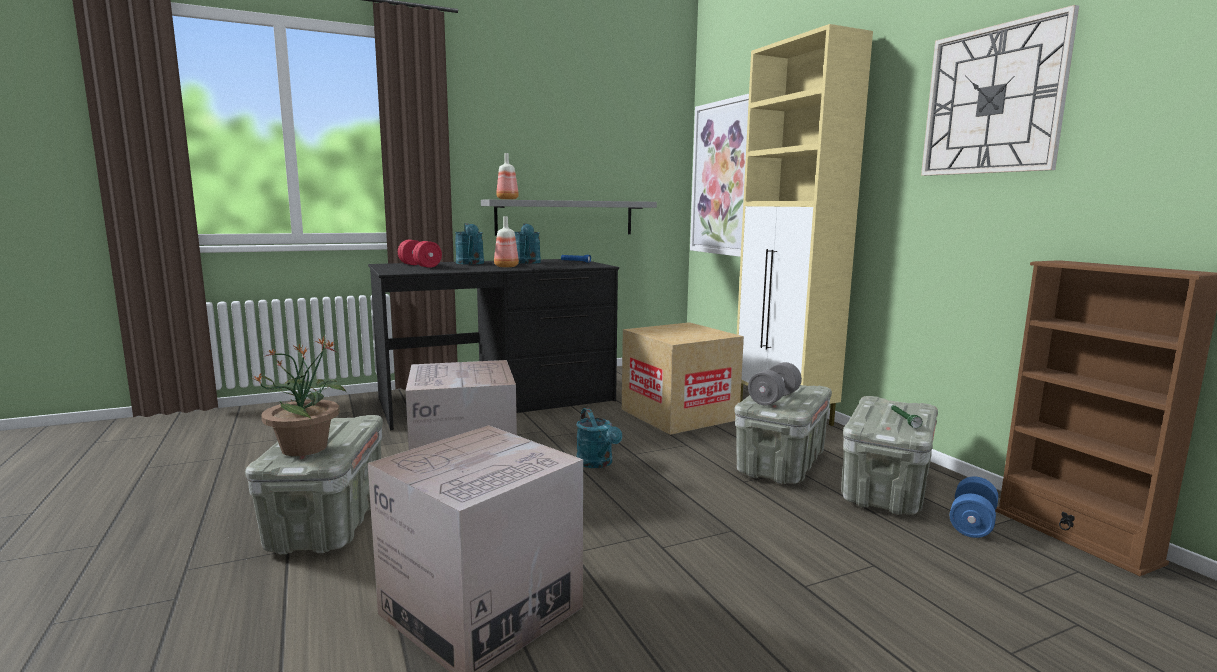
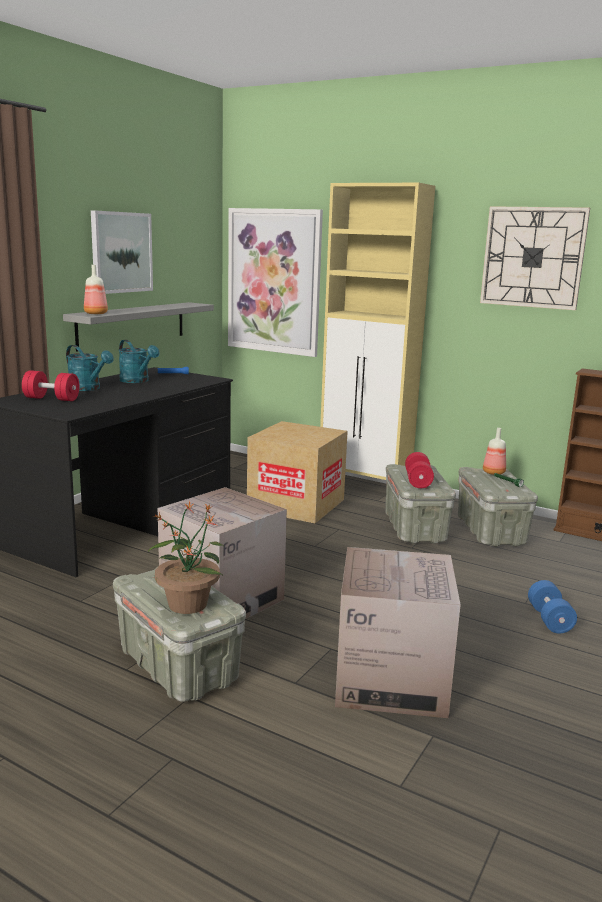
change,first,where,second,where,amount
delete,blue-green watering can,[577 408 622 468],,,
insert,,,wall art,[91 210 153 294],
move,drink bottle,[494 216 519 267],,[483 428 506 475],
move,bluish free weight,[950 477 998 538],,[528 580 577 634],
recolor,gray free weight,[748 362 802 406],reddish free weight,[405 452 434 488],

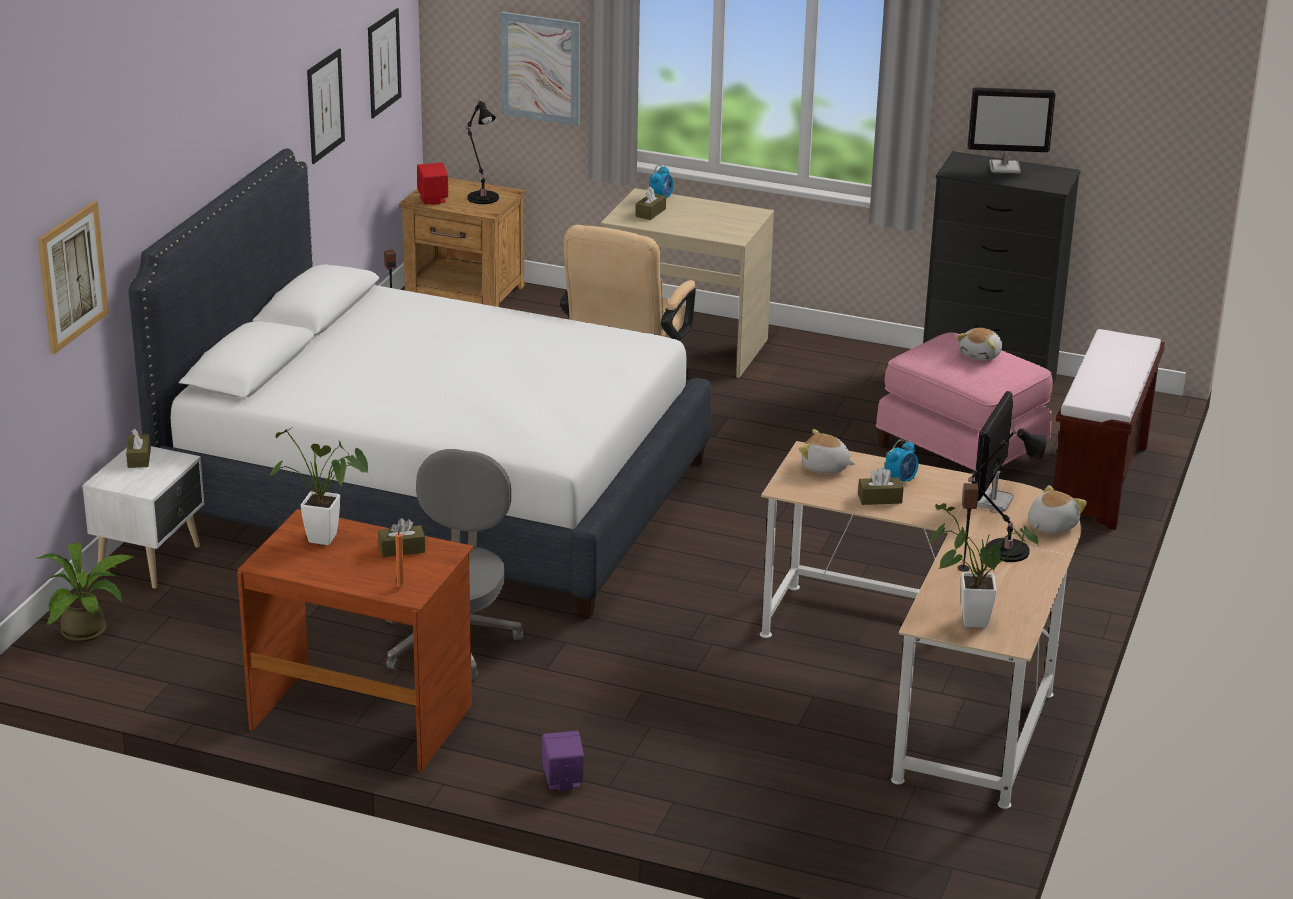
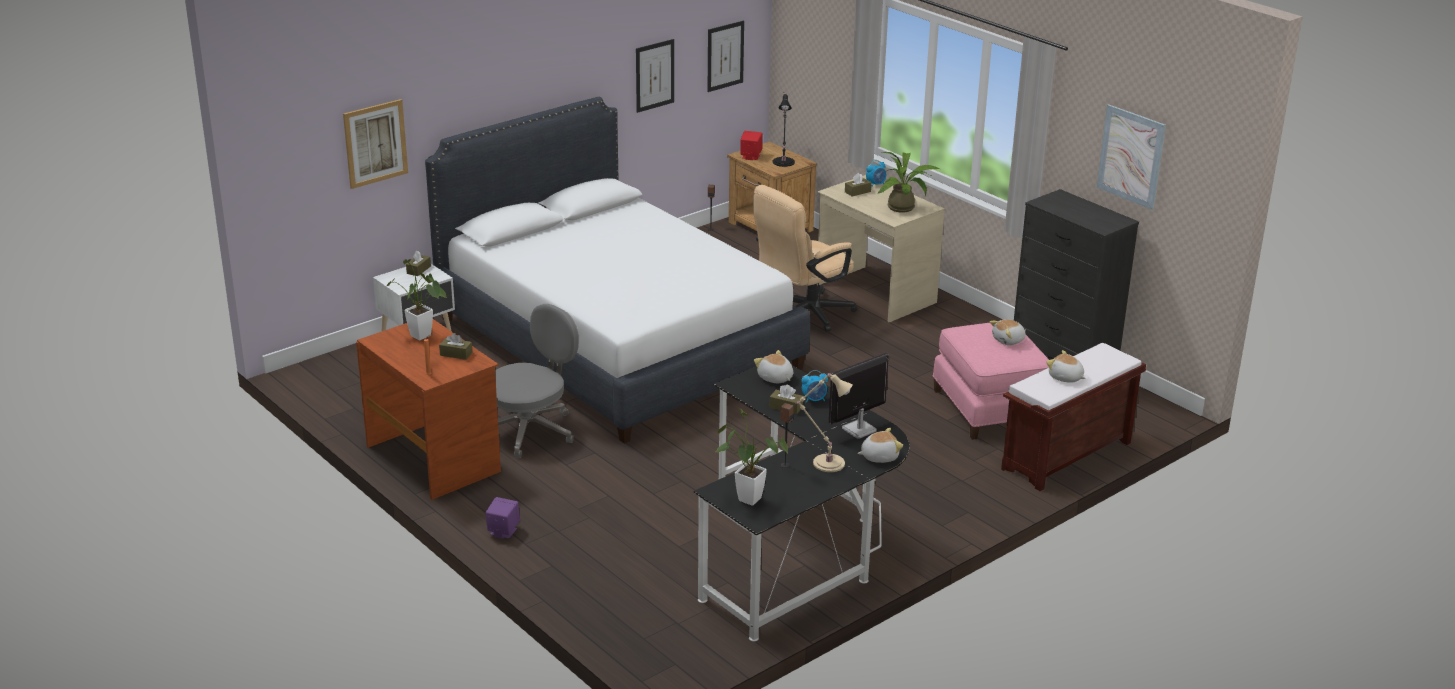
change,first,where,second,where,amount
delete,monitor,[967 87 1056 174],,,
insert,,,soft toy,[1046 350 1086 383],
move,houseplant,[37 543 134 642],,[877 152 940 213],
move,wall art,[500 12 580 126],,[1097 104 1166 210],
recolor,beige-coloured desk,[760 441 1081 809],black desk,[694 366 909 641],
recolor,black lamp for a table,[968 428 1047 562],beige-coloured lamp for a table,[795 373 853 472],

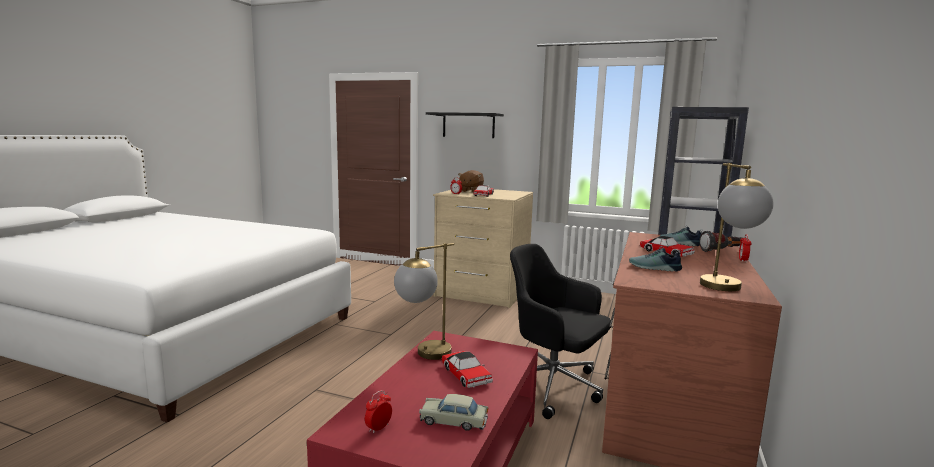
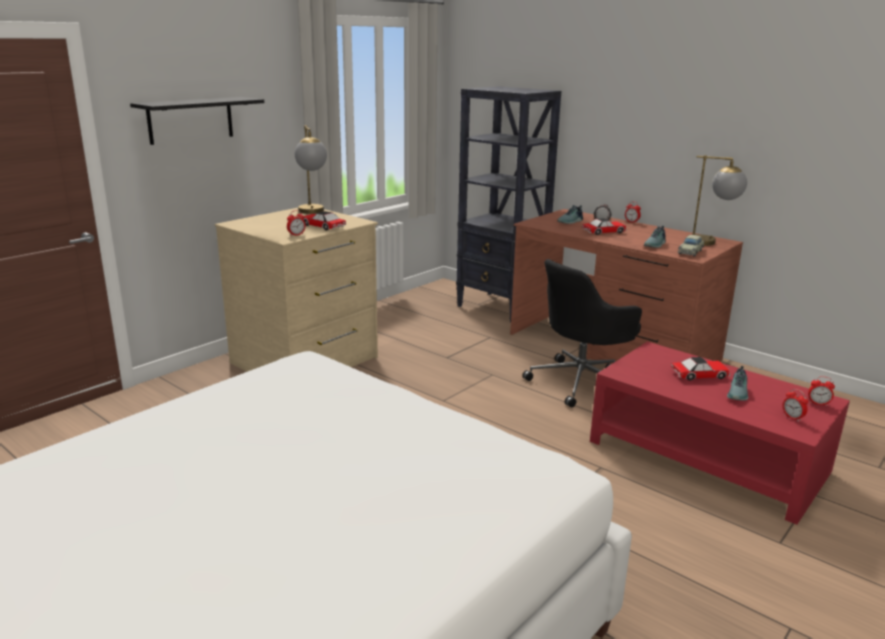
change,first,where,second,where,amount
delete,brown-coloured soft toy,[458 170 484 192],,,
insert,,,shoe,[727 366 748 401],
insert,,,alarm clock,[808 376 835 406],
move,lamp for a table,[394 243 454 360],,[295 125 327 214],
move,beige-coloured miniature car,[419 394 489 431],,[677 235 704 257],

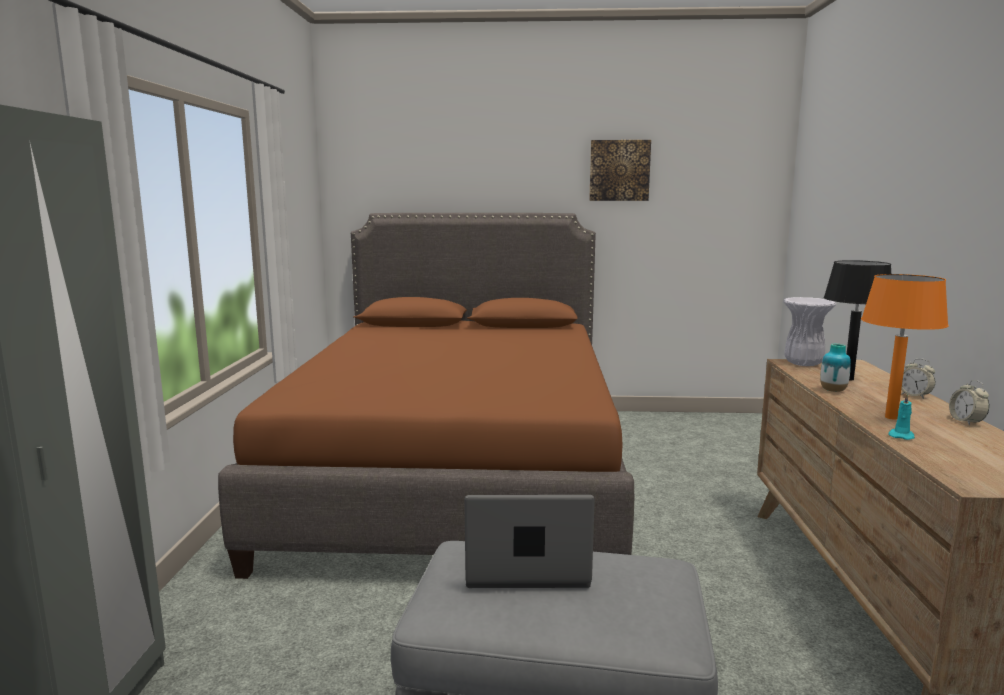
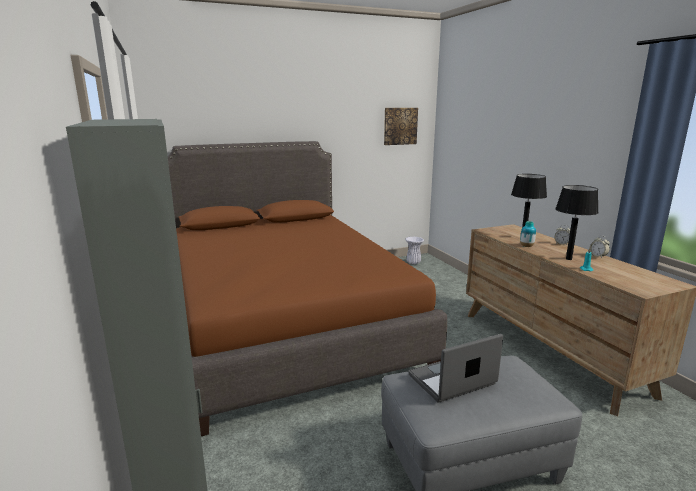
change,first,where,second,where,amount
move,wall art,[589 140 651 201],,[384 108 418 145],
move,whitish vase,[783 297 837 366],,[405 237 424 264],
recolor,orange lamp for a table,[861 274 949 420],black lamp for a table,[555 185 599 260],

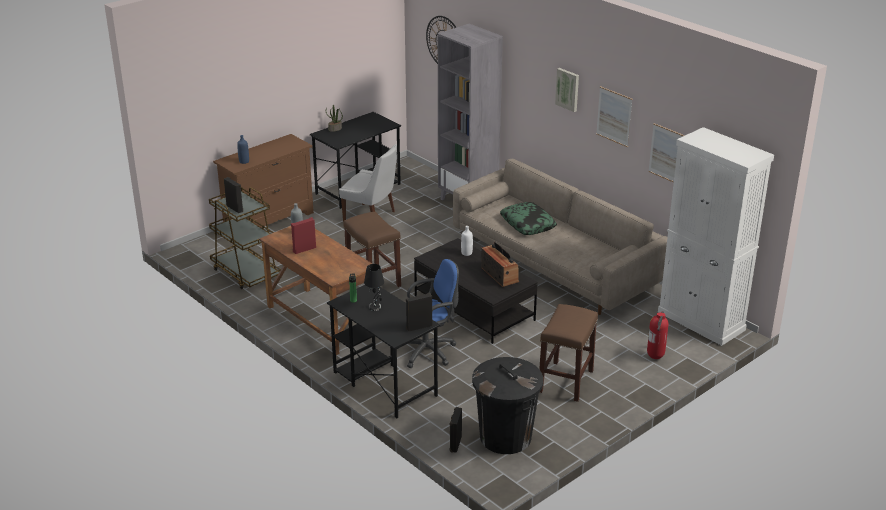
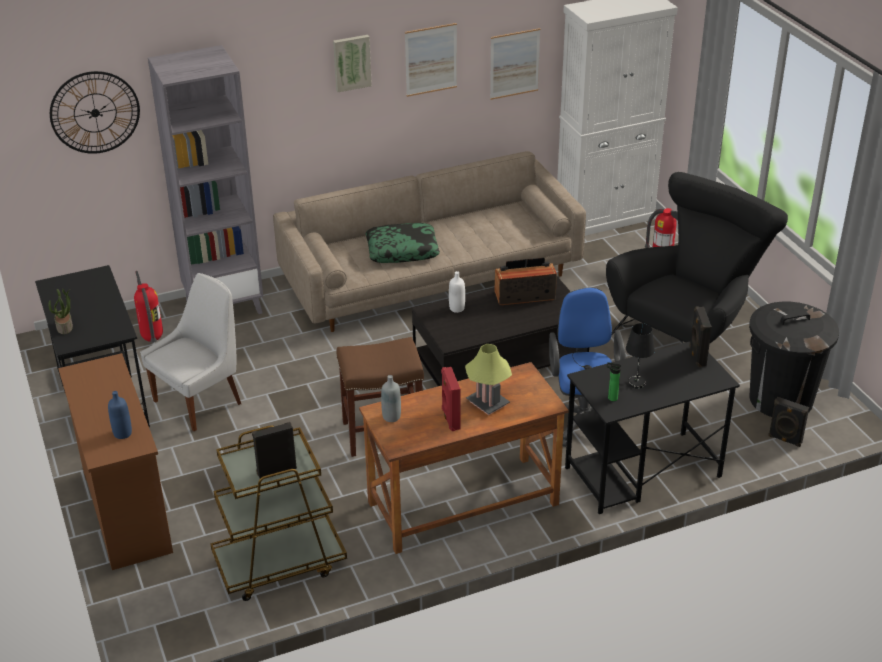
change,first,where,second,where,amount
insert,,,extinguisher,[134 271 163 343],
insert,,,lamp for a table,[465 344 512 415],
replace,brown-coloured sitting stool,[539 304 598 402],black lounge chair,[606 172 788 343],

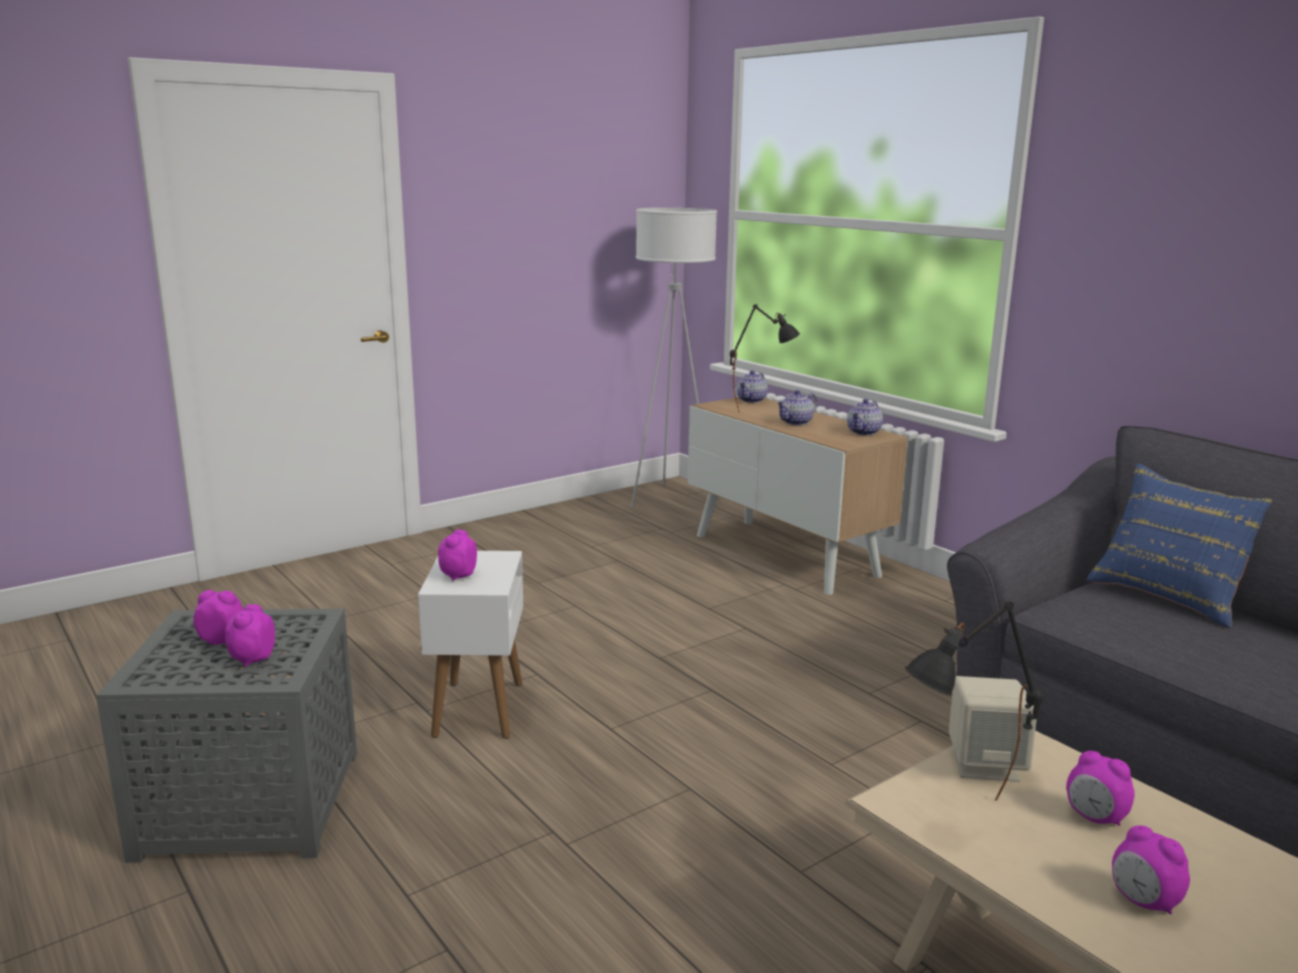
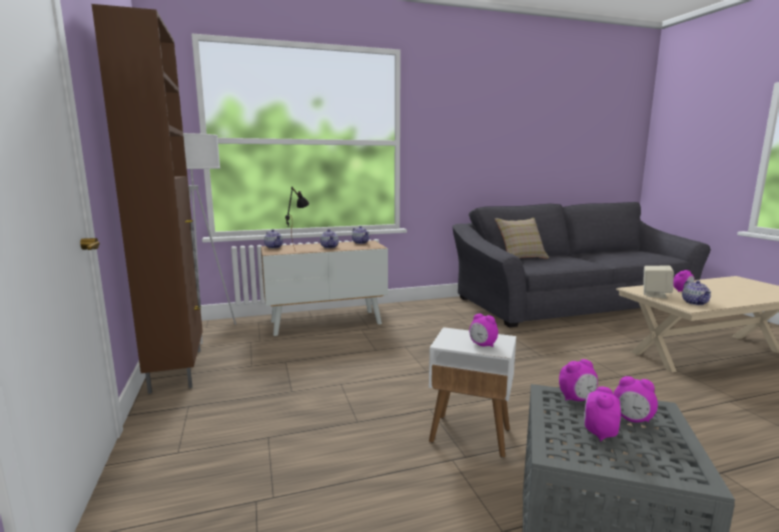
change,first,where,second,where,amount
insert,,,brown-coloured cabinet,[92 4 203 394],
move,alarm clock,[1112 825 1190 914],,[559 359 598 401],
replace,black lamp for a table,[905 601 1043 801],tea pot,[682 280 711 305],
recolor,bluish pillow,[1086 464 1272 629],beige-coloured pillow,[495 218 549 258],

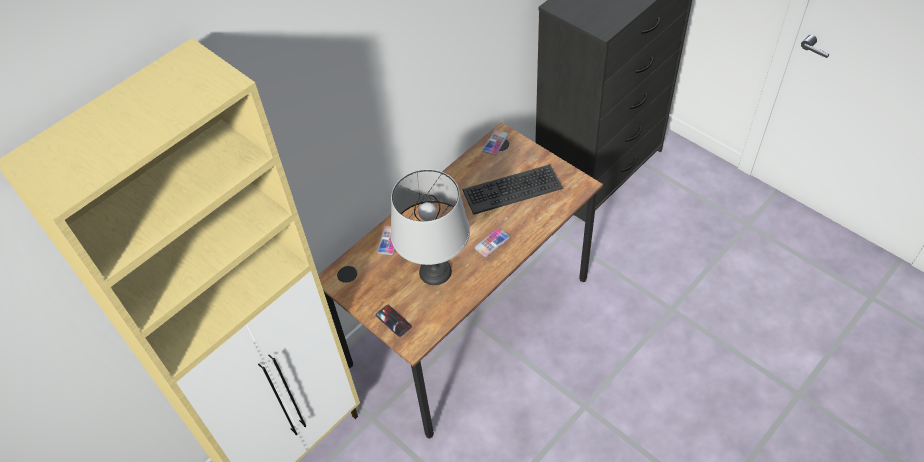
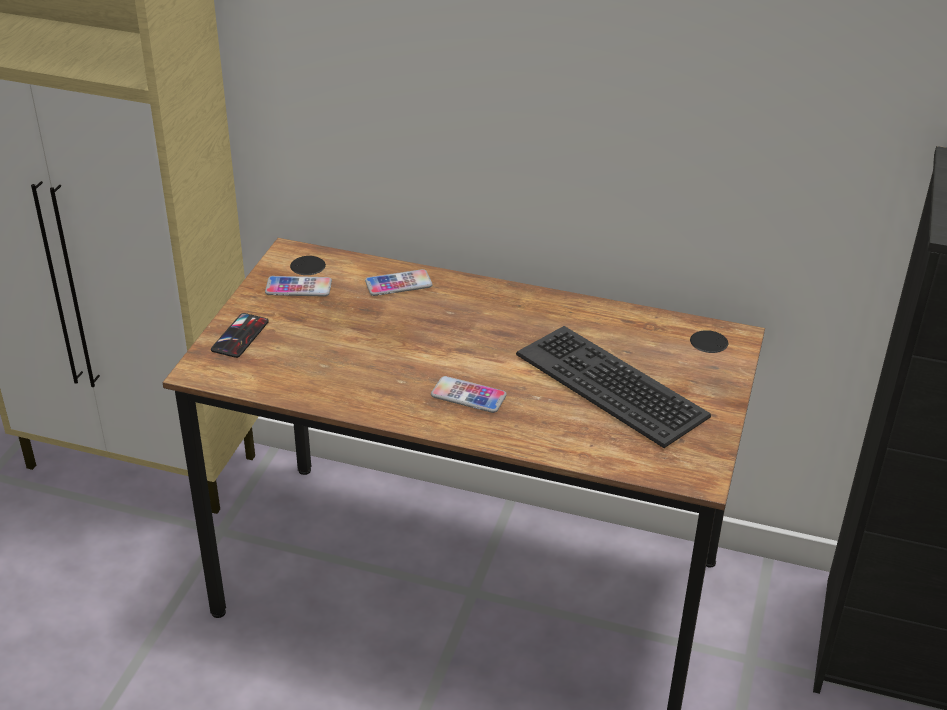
change,first,where,second,where,amount
delete,gray lamp for a table,[391 169 470 285],,,
move,telephone,[482 130 509 155],,[265 276 332 297],

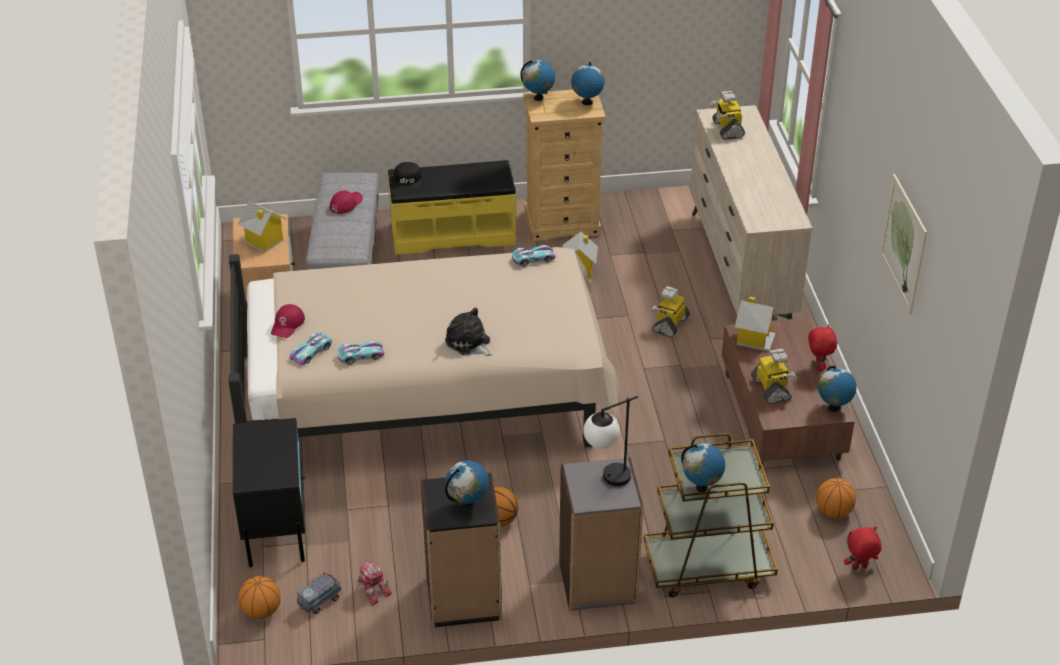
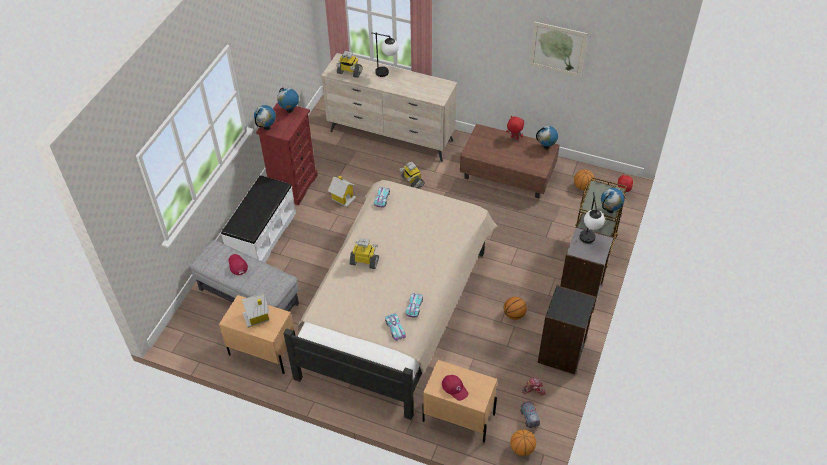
change,first,where,second,where,amount
delete,black baseball cap,[394 162 422 191],,,
delete,soft toy,[445 307 492 356],,,
delete,desk globe,[445 460 489 510],,,
delete,miniature house,[735 297 776 352],,,
insert,,,lamp for a table,[371 32 399 77],
move,reddish baseball cap,[271 304 305 338],,[441 375 469 401],
move,robot figure,[751 348 797 404],,[350 238 379 269],
recolor,black night table,[233 418 306 567],beige-coloured night table,[422 360 497 443],
recolor,yellowish bench,[387 160 516 255],whitish bench,[221 175 296 263],
recolor,beige-coloured drawer chest,[523 90 606 241],reddish drawer chest,[256 102 318 205],

